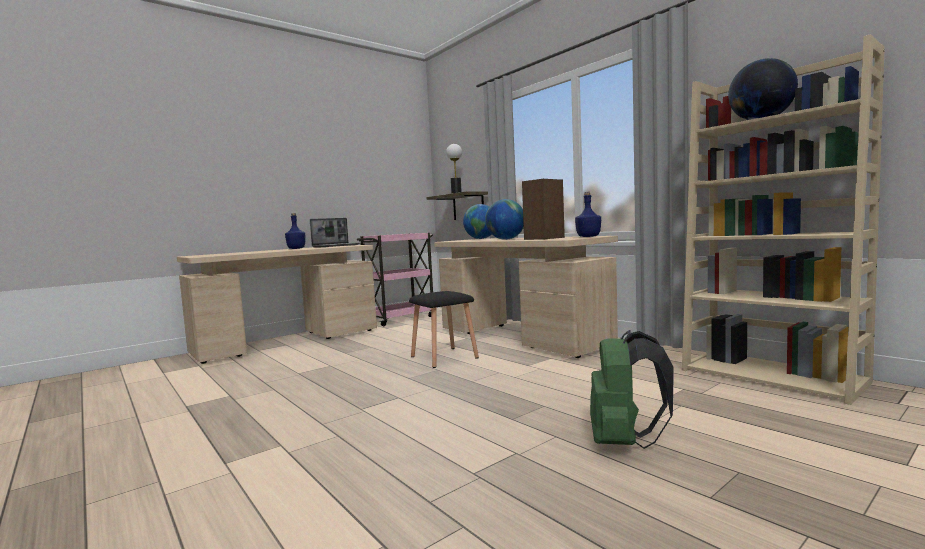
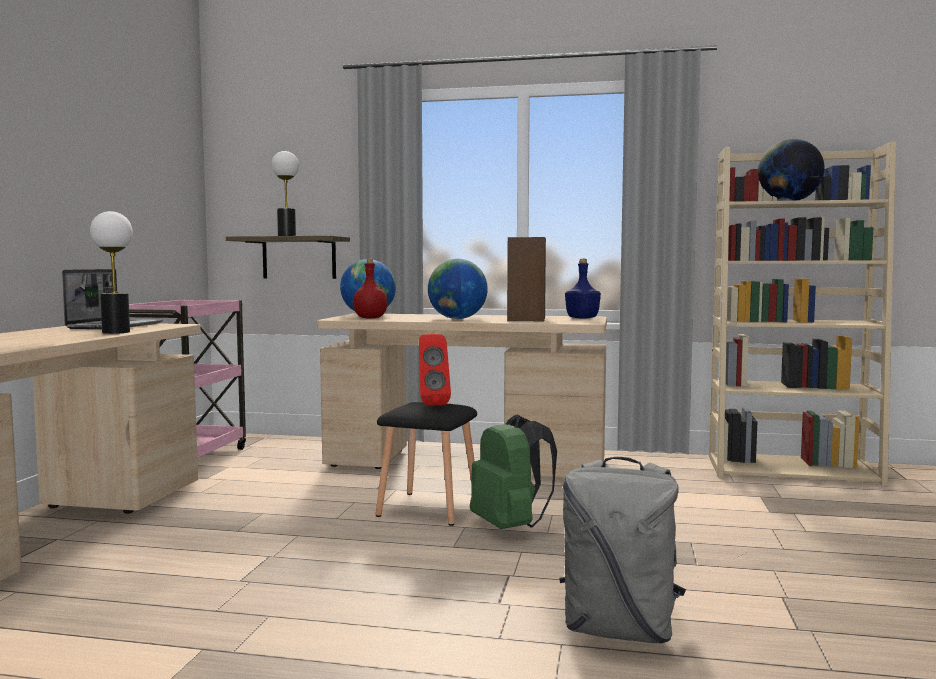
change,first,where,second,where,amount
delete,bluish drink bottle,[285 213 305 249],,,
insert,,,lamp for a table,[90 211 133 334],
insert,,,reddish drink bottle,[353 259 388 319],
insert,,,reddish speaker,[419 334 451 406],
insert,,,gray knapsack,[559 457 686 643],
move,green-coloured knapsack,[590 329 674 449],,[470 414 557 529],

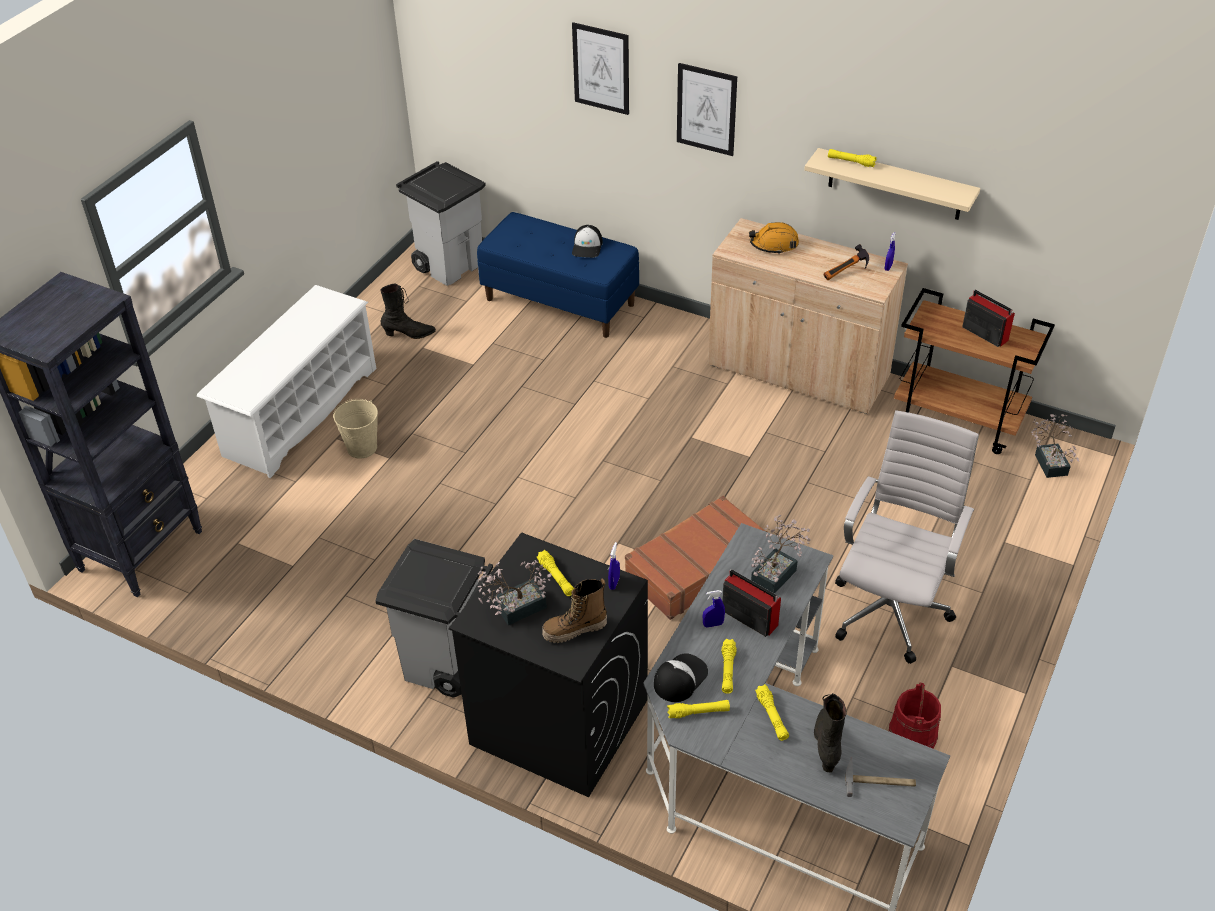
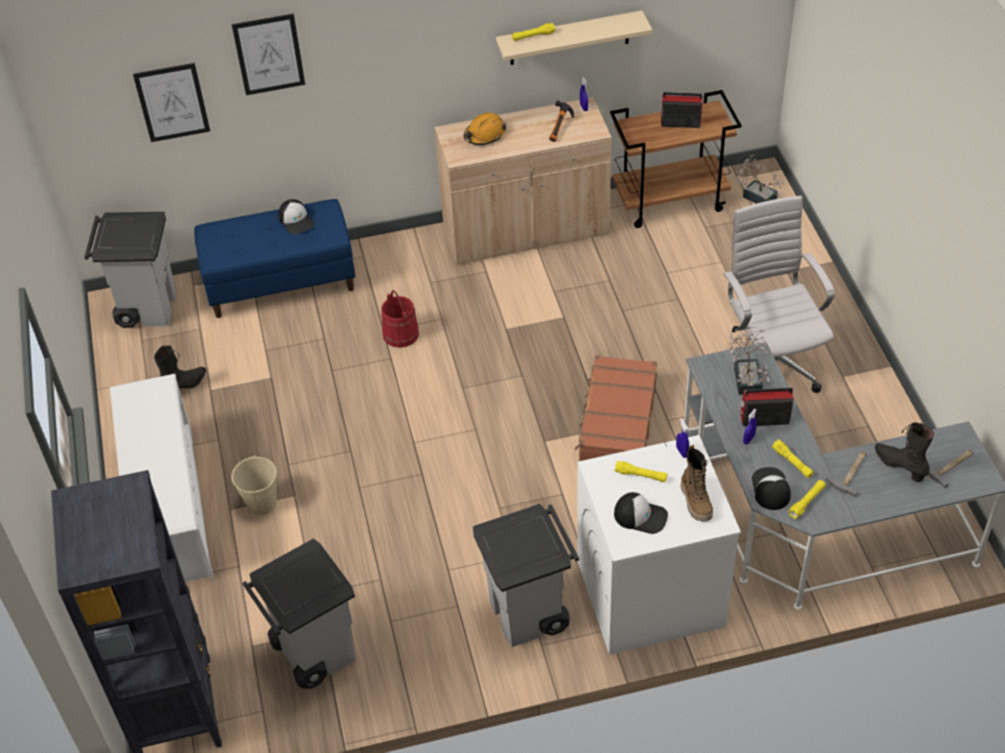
change,first,where,second,where,amount
insert,,,gray rubbish bin,[243 538 356 689],
move,wall art,[677 63 737 156],,[133 63 210 142],
move,reddish pail,[889 683 941 748],,[381 290 419 348],
replace,houseplant,[478 560 551 625],baseball cap,[614 492 668 534],
replace,yellowish hand torch,[755 684 789 741],tool hammer,[826 451 866 497],
recolor,black laundry appliance,[449 533 648 797],whitish laundry appliance,[578 435 741 655],
rotate,tall boot,[542 578 607 643],,[681 445 713 522],45 degrees counterclockwise

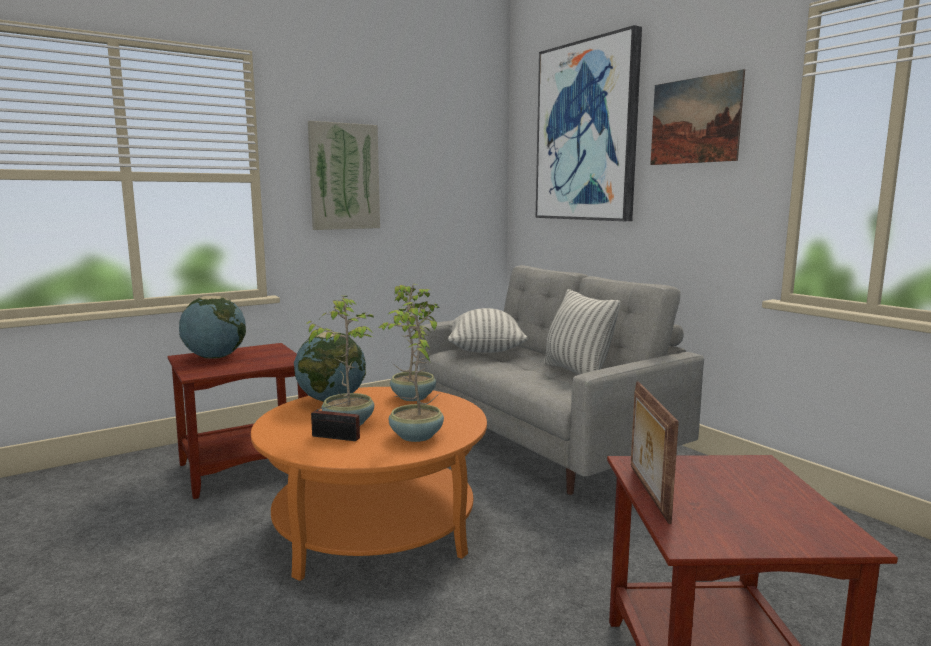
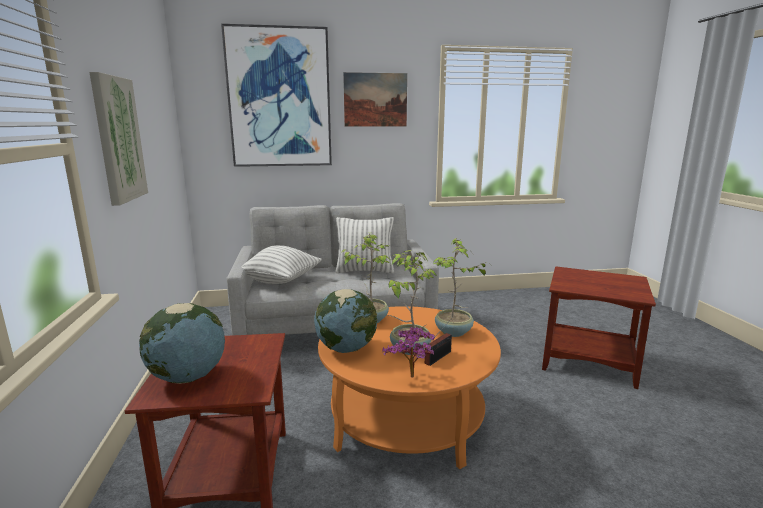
change,first,where,second,where,amount
delete,picture frame,[631 382 679 524],,,
insert,,,houseplant,[382 327 435 378],

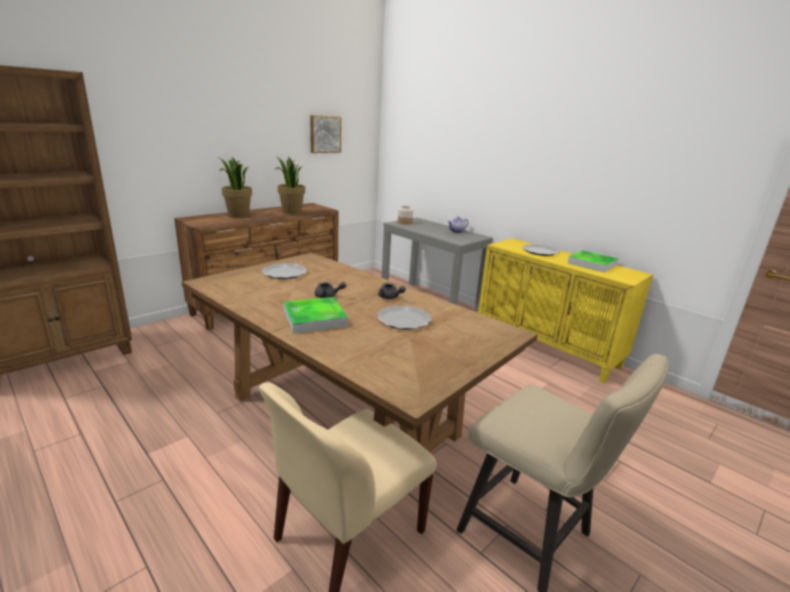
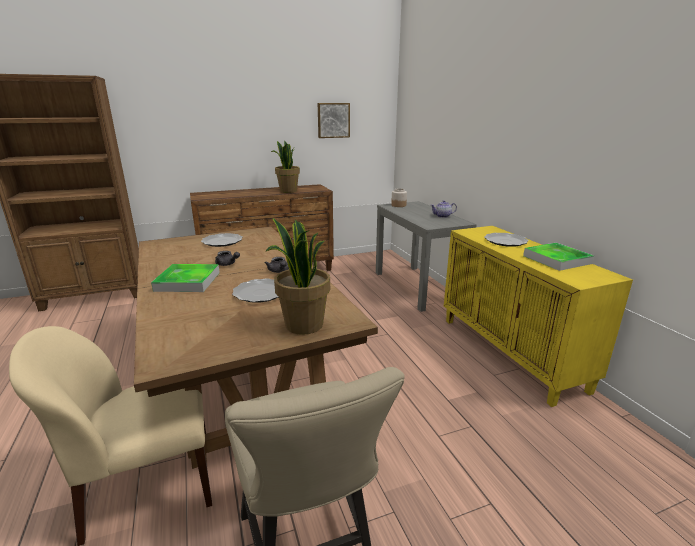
change,first,where,second,where,amount
move,houseplant,[218 156 252 218],,[265 218 330 335],

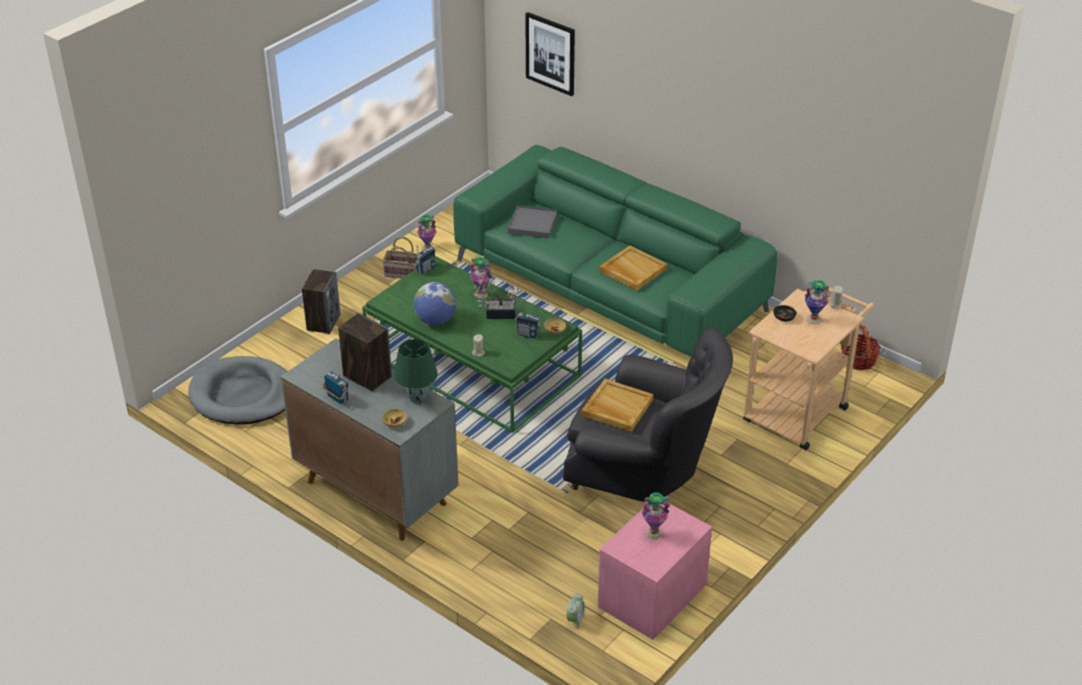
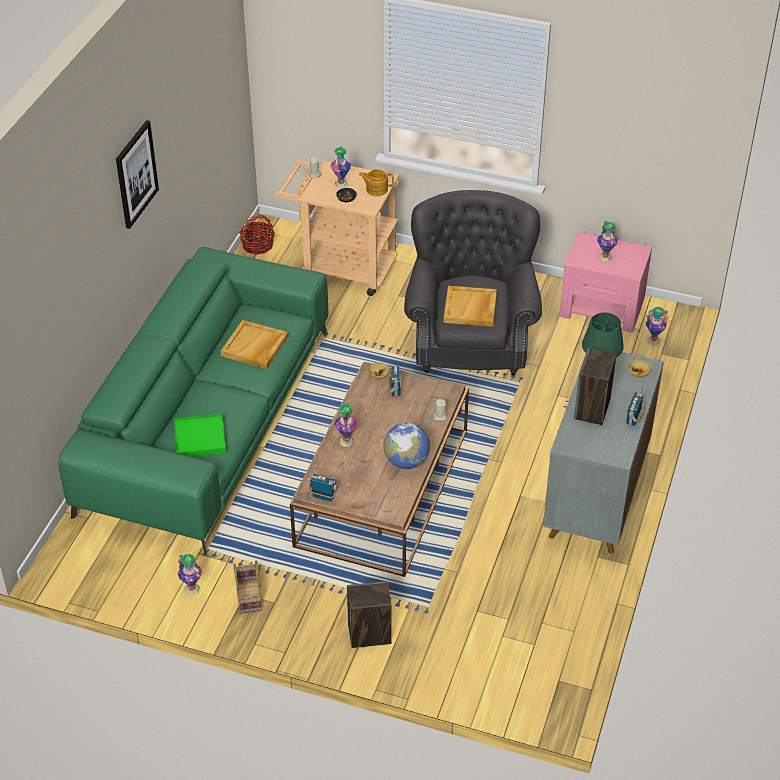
change,first,where,second,where,amount
delete,gray dog cushion,[188 356 288 425],,,
delete,houseplant,[473 274 524 319],,,
insert,,,tea pot,[359 169 394 196],
move,wall art,[525 12 575 96],,[116 120 159 229],
replace,alarm clock,[566 593 585 630],vase,[646 307 668 345],
recolor,green-coloured coffee table,[362 256 582 433],brown-coloured coffee table,[290 362 469 577],
recolor,gray carrying tray,[508 205 557 238],green-coloured carrying tray,[174 414 226 457],

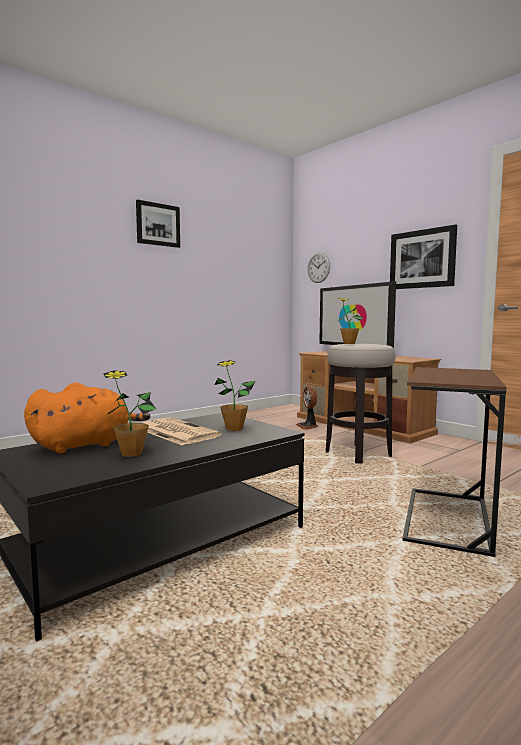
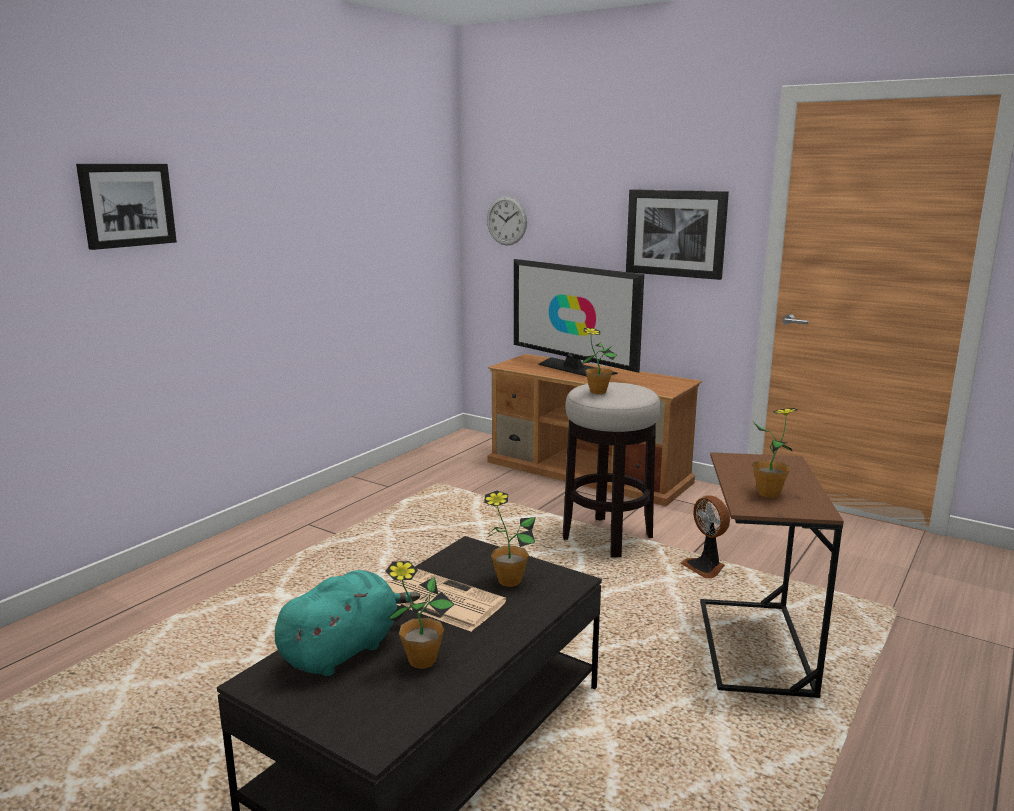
change,first,where,second,where,amount
insert,,,houseplant,[753 408 798 498],
move,wall art,[136 200 180 248],,[76 164 177 250],
move,fan,[296 386 318 429],,[681 495 730 578],
recolor,orange soft toy,[24 383 150 454],blue-green soft toy,[275 570 420 676],

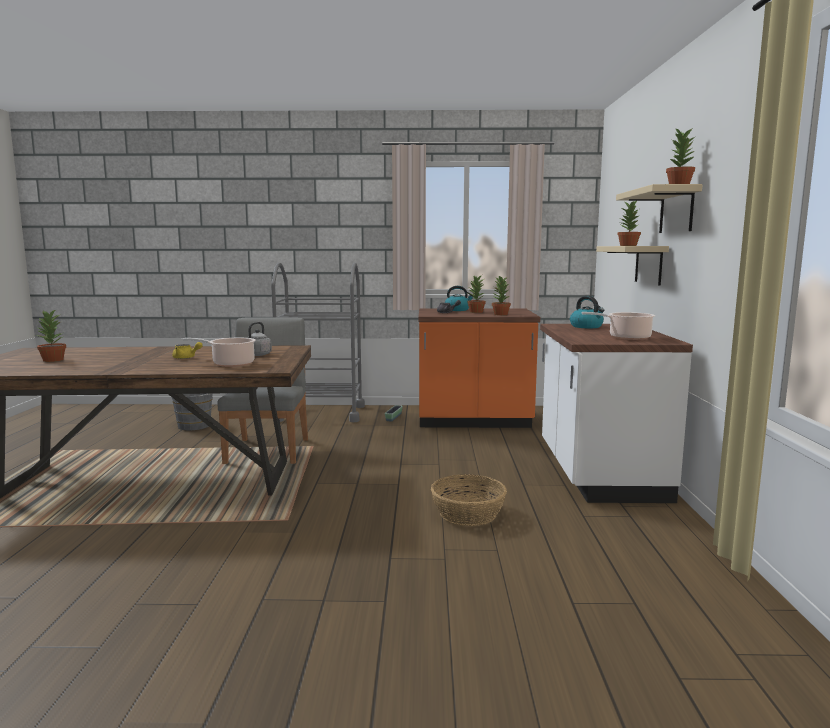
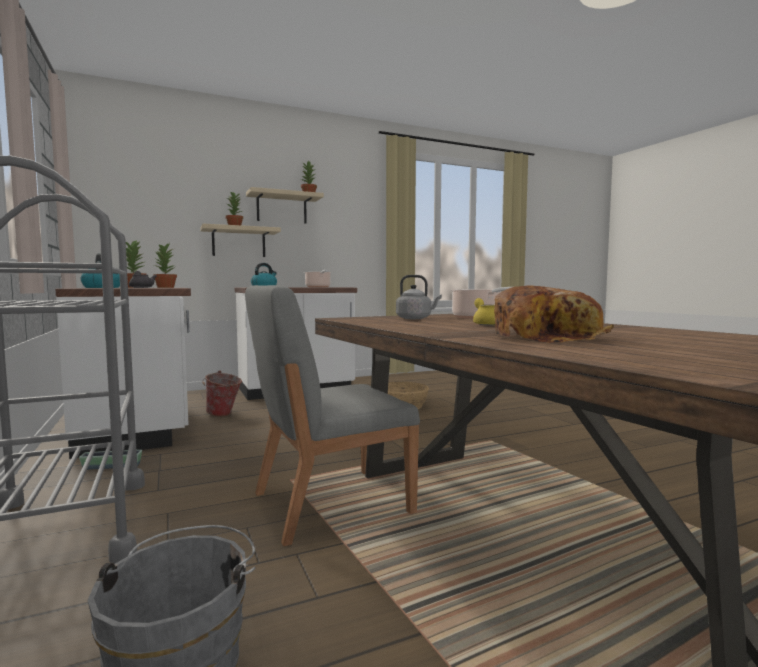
change,first,where,second,where,amount
delete,houseplant,[35 309 66 362],,,
insert,,,pail,[202 371 242 416],
insert,,,bread,[494 286 614 343],
recolor,orange counter,[418 308 540 428],whitish counter,[55 288 191 459],

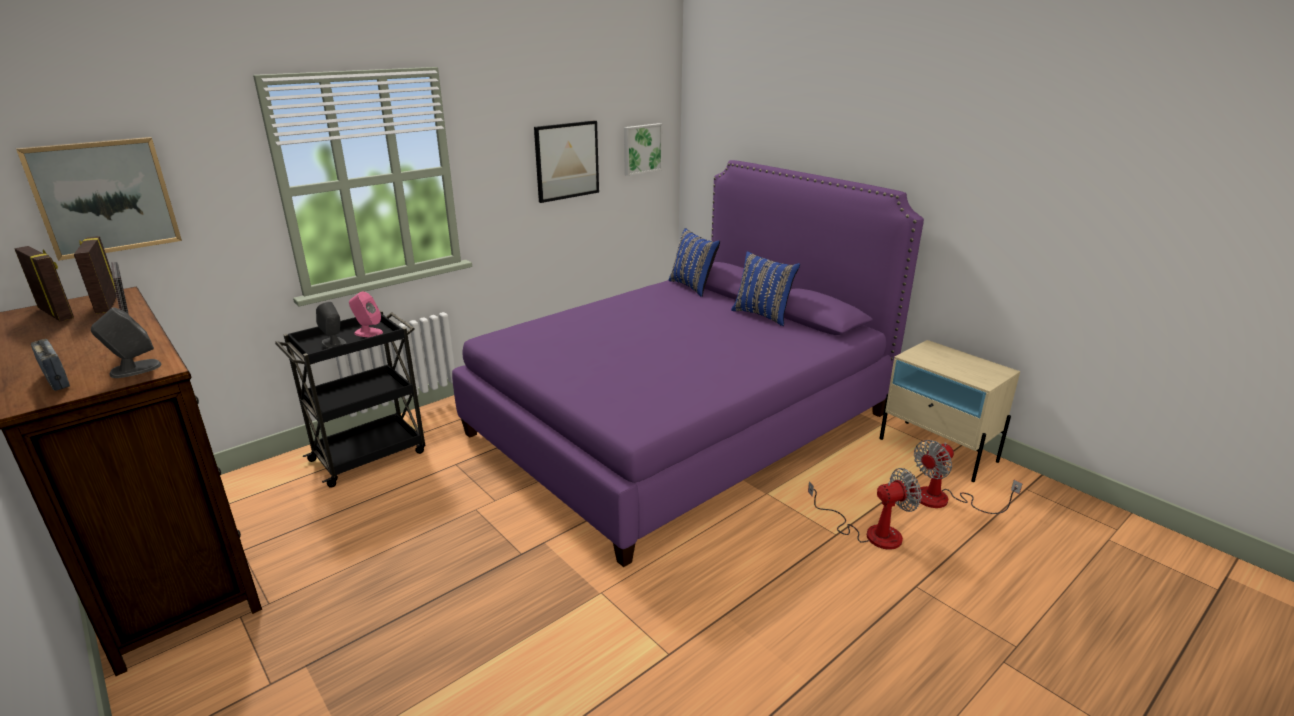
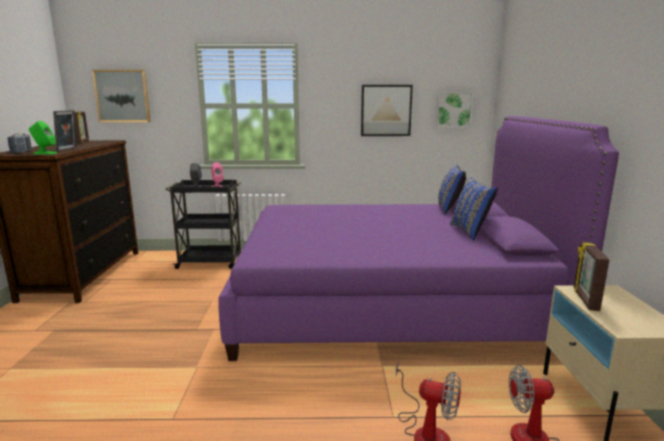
change,first,where,second,where,amount
move,picture frame,[74 236 117 314],,[574 241 609 311],
recolor,gray speaker,[91 307 161 378],green-coloured speaker,[29 121 57 154],

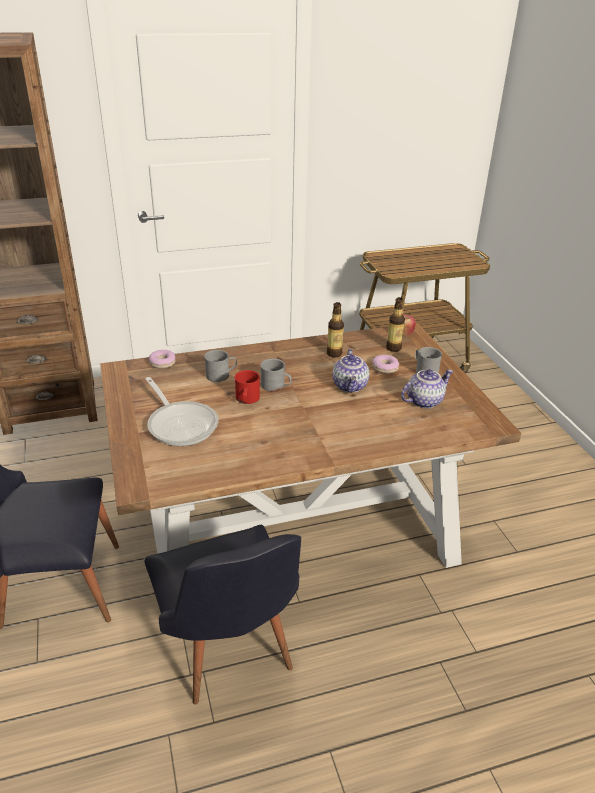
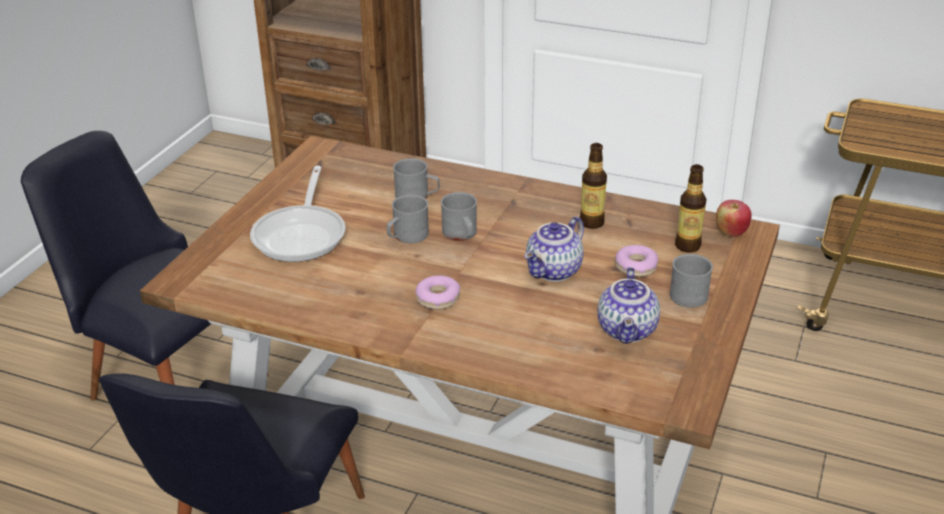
change,first,where,second,where,amount
move,doughnut,[149 350 175 369],,[415 276 460 310],
recolor,reddish mug,[235 370 260 404],gray mug,[387 195 429 243],
rotate,tea pot,[401 369 453 408],,[597 267 660 344],90 degrees clockwise

